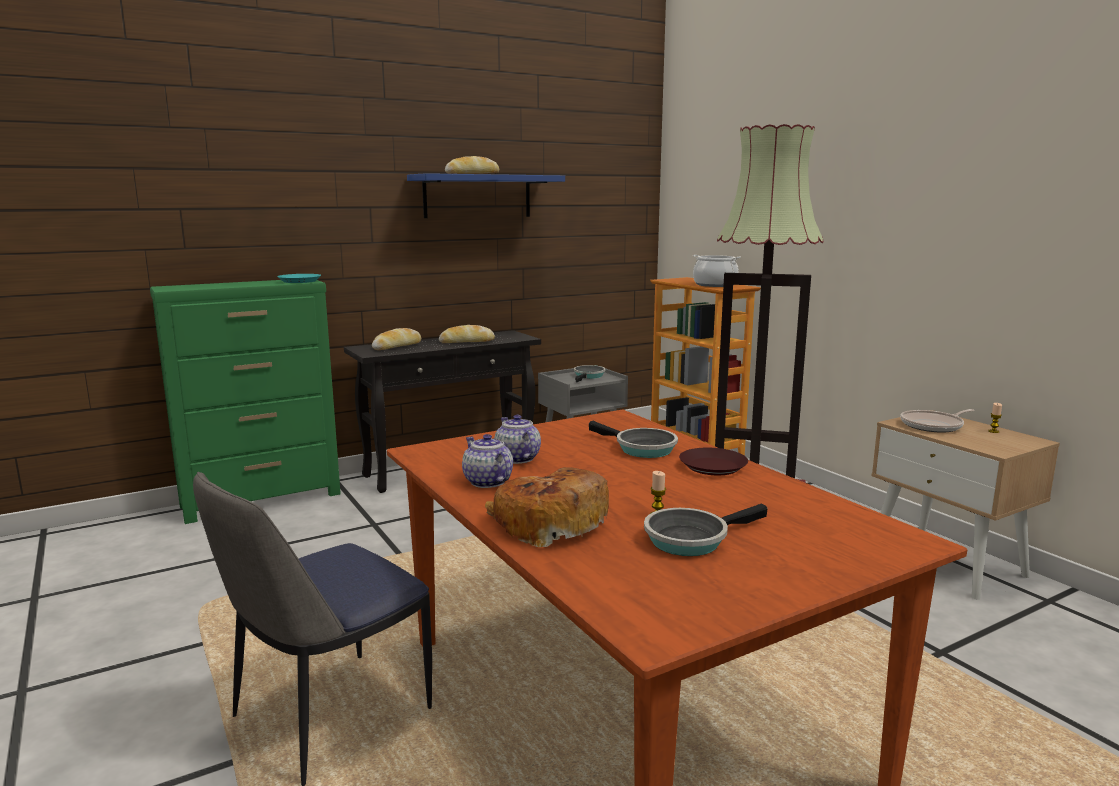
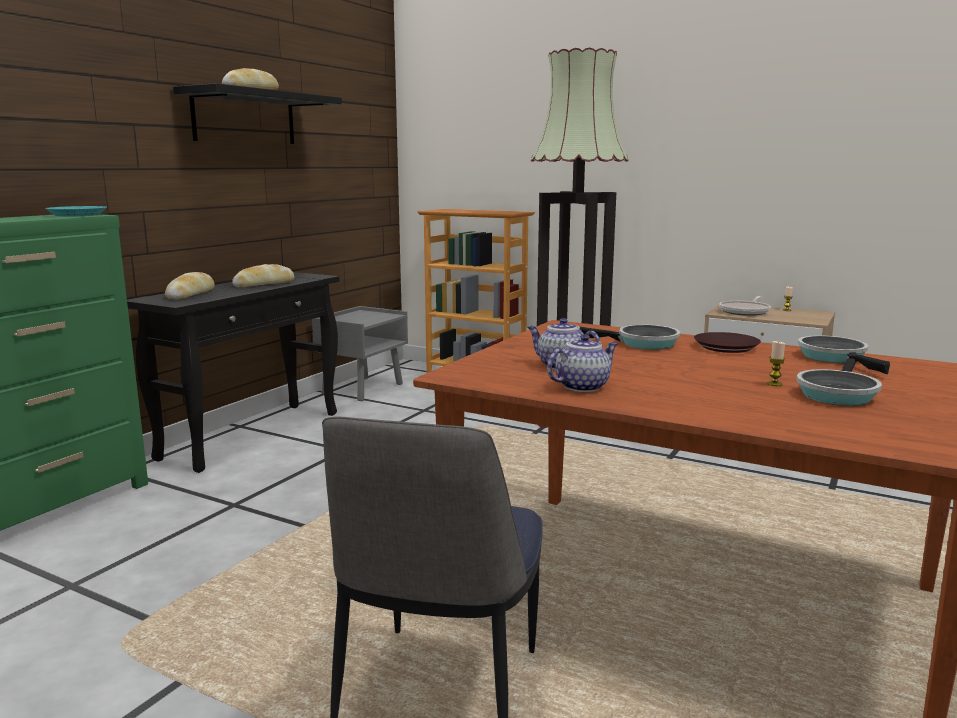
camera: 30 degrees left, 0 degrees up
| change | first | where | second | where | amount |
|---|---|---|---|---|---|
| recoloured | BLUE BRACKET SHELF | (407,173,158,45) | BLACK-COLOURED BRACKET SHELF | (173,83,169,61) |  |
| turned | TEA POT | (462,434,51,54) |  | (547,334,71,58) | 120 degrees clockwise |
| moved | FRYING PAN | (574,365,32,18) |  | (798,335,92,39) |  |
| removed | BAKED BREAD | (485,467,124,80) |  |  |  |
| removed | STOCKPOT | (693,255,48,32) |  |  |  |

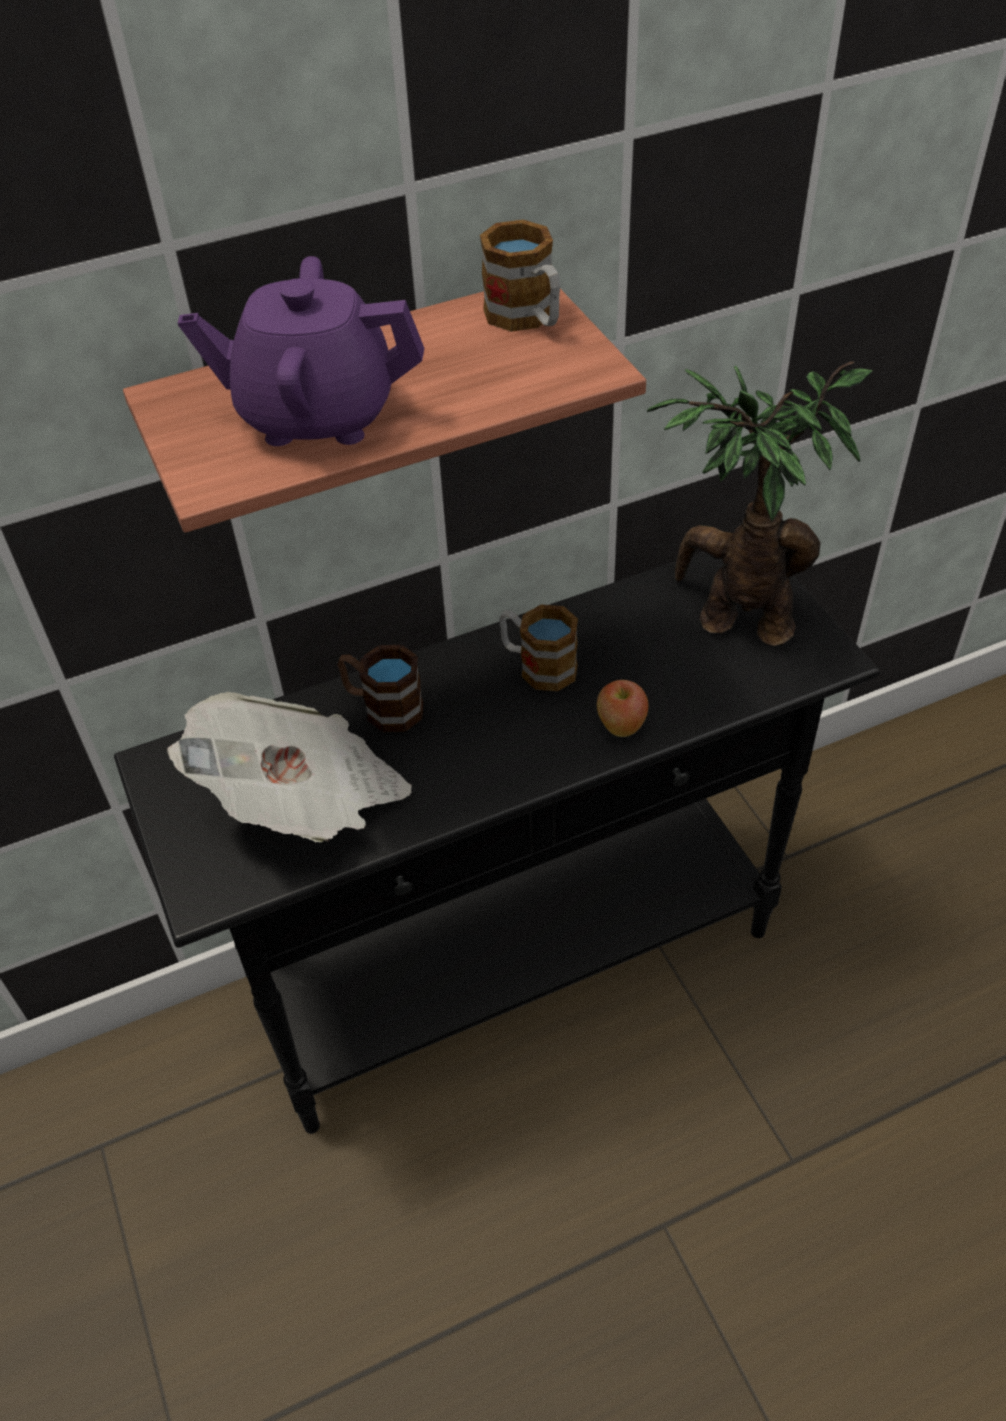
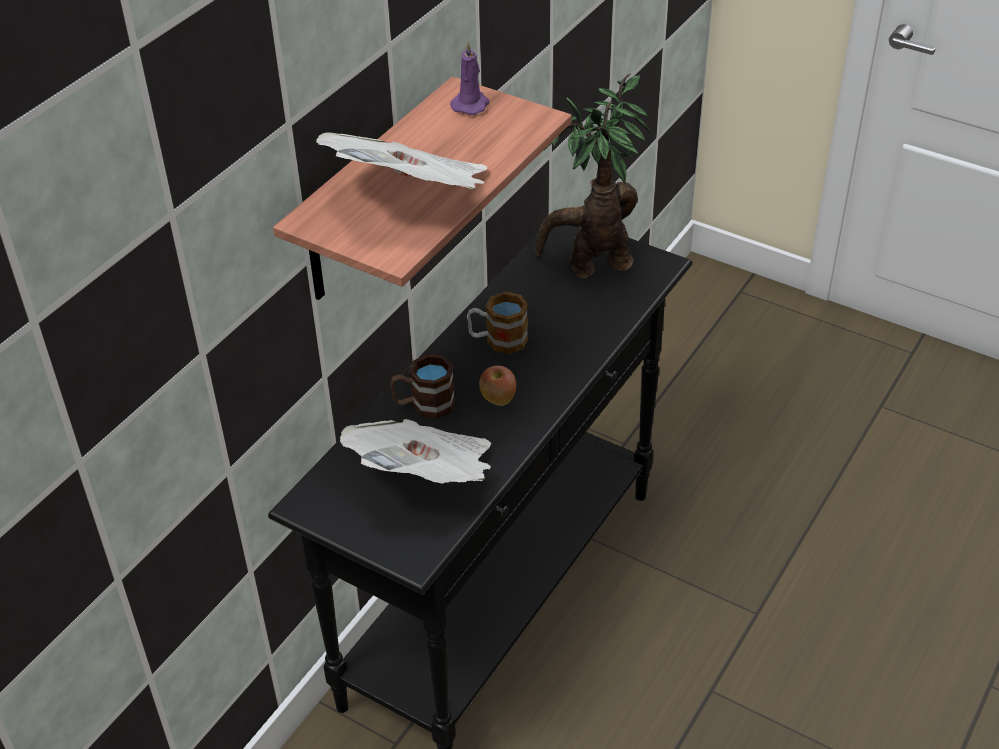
camera: 35 degrees left, 5 degrees down
| change | first | where | second | where | amount |
|---|---|---|---|---|---|
| replaced | PURPLE TEA POT | (178,256,246,190) | DAILY PAPER | (316,132,172,57) |  |
| replaced | TEA MUG | (480,220,80,112) | PURPLE WAX LIGHT | (450,41,40,74) |  |
| moved | APPLE FRUIT | (597,680,52,57) |  | (479,366,37,40) |  |

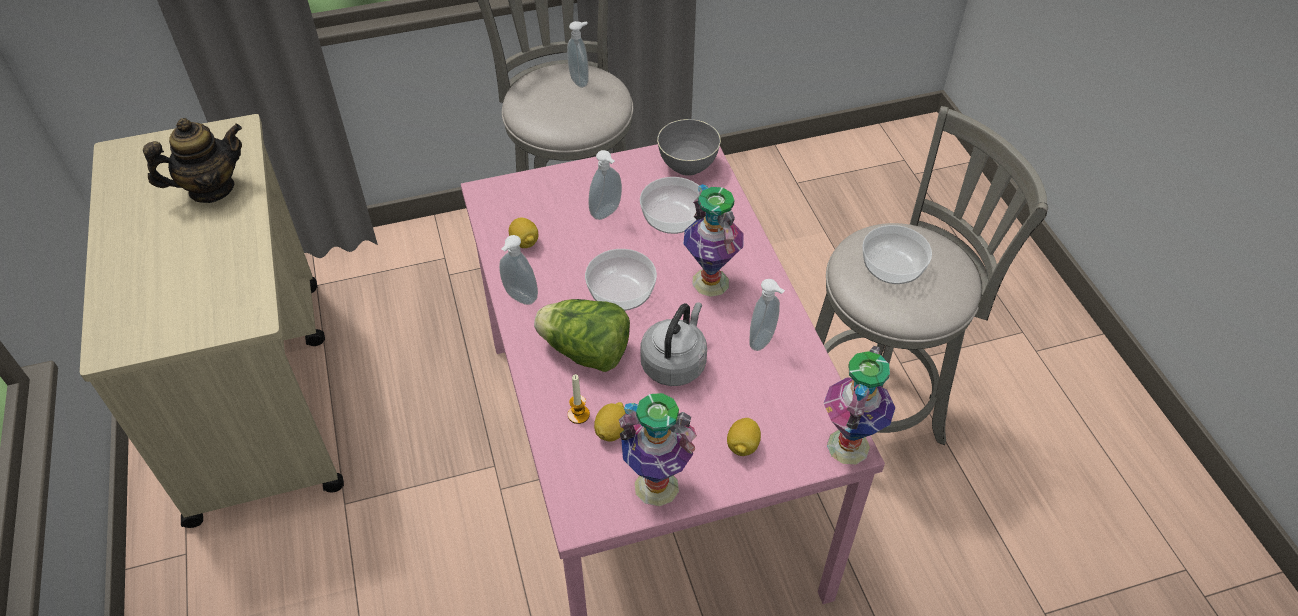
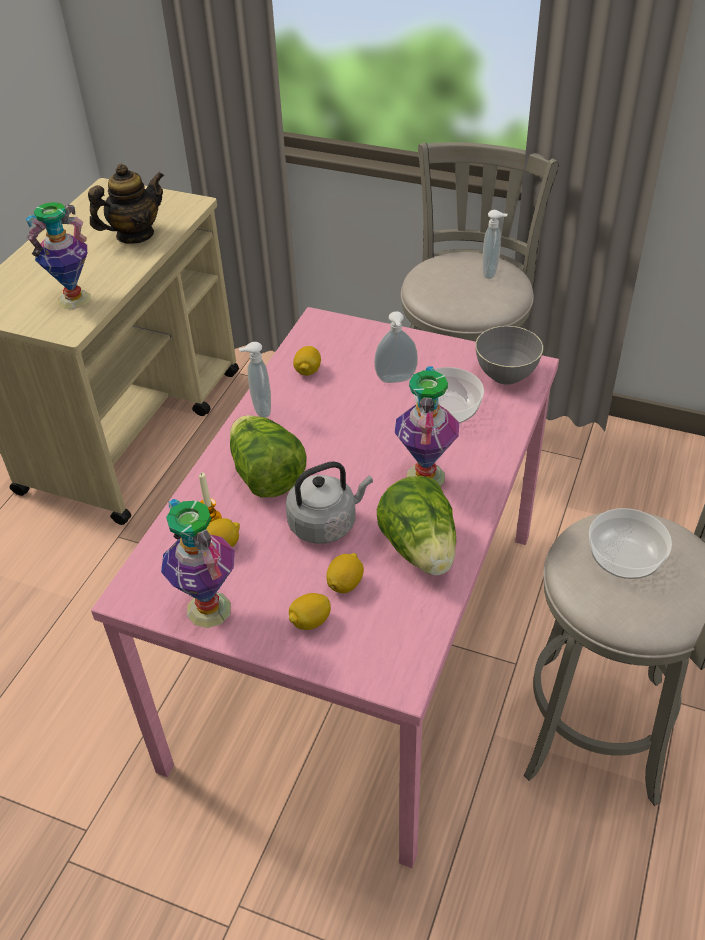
camera: 40 degrees right, 5 degrees down
| change | first | where | second | where | amount |
|---|---|---|---|---|---|
| moved | DECORATIVE VASE | (824,346,71,118) |  | (26,202,65,107) |  |
| turned | TEA POT | (143,118,99,85) |  | (88,164,76,80) | 45 degrees counterclockwise |
| added |  |  | LEMON | (326,553,38,40) |  |
| replaced | SOAP BOTTLE | (749,279,36,72) | HEAD OF LETTUCE | (377,476,79,99) |  |
| removed | BOWL | (585,249,72,62) |  |  |  |

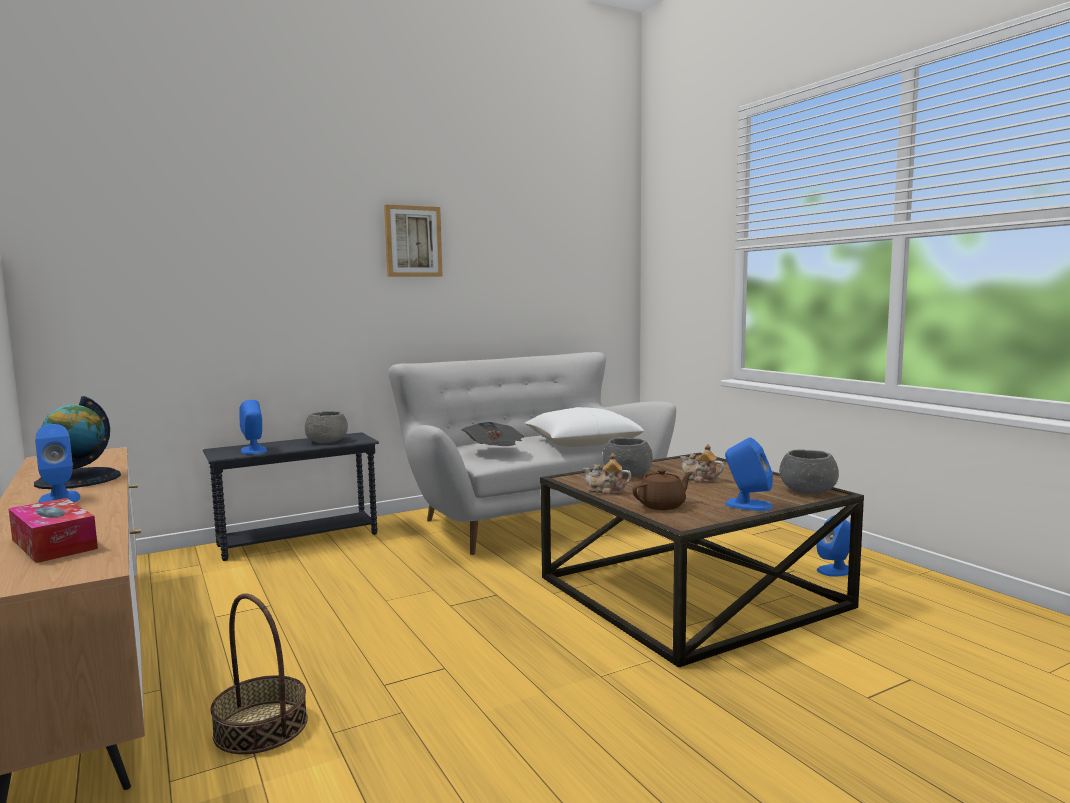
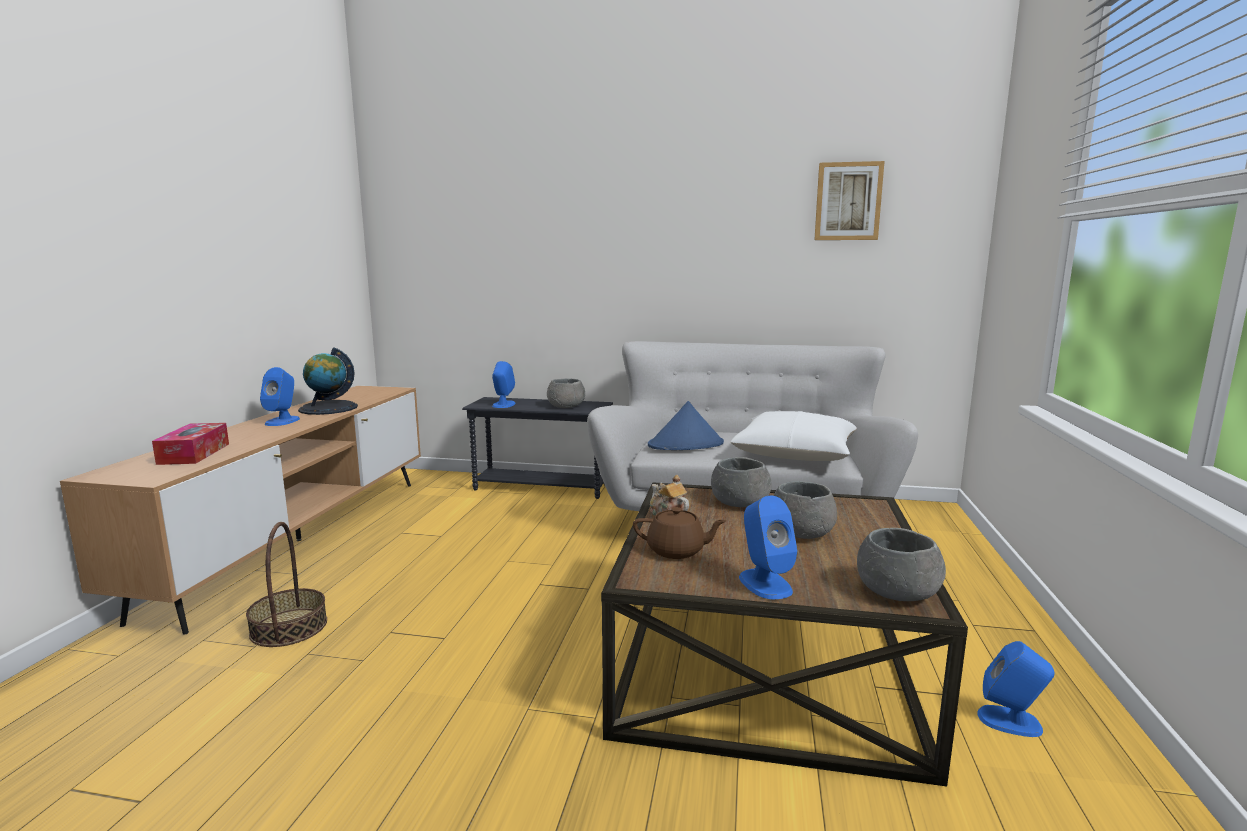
camera: 40 degrees right, 5 degrees up
| change | first | where | second | where | amount |
|---|---|---|---|---|---|
| replaced | DAILY PAPER | (462,422,62,24) | BLUE WEARABLE HAT | (648,401,76,49) |  |
| replaced | TEA POT | (680,444,44,38) | GRAY BOWL | (773,481,64,58) |  |
| moved | WALL ART | (384,205,59,72) |  | (814,161,71,79) |  |

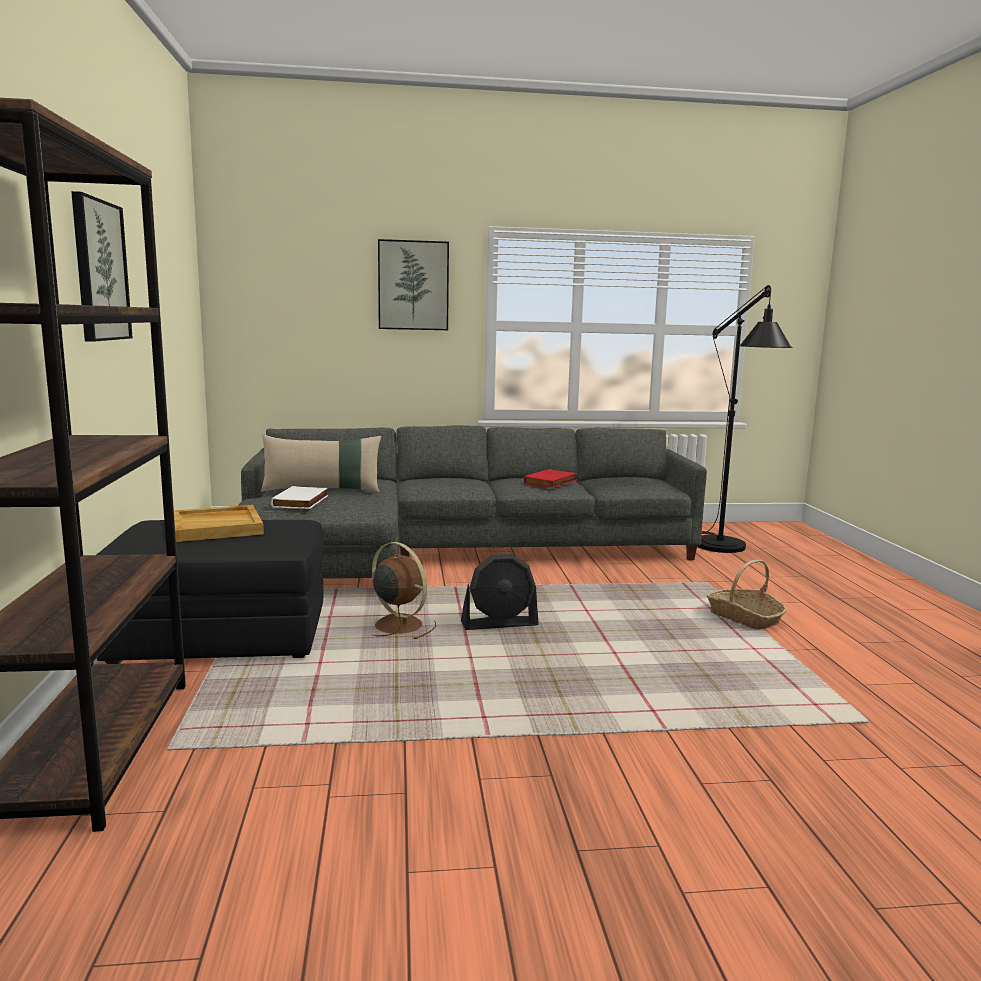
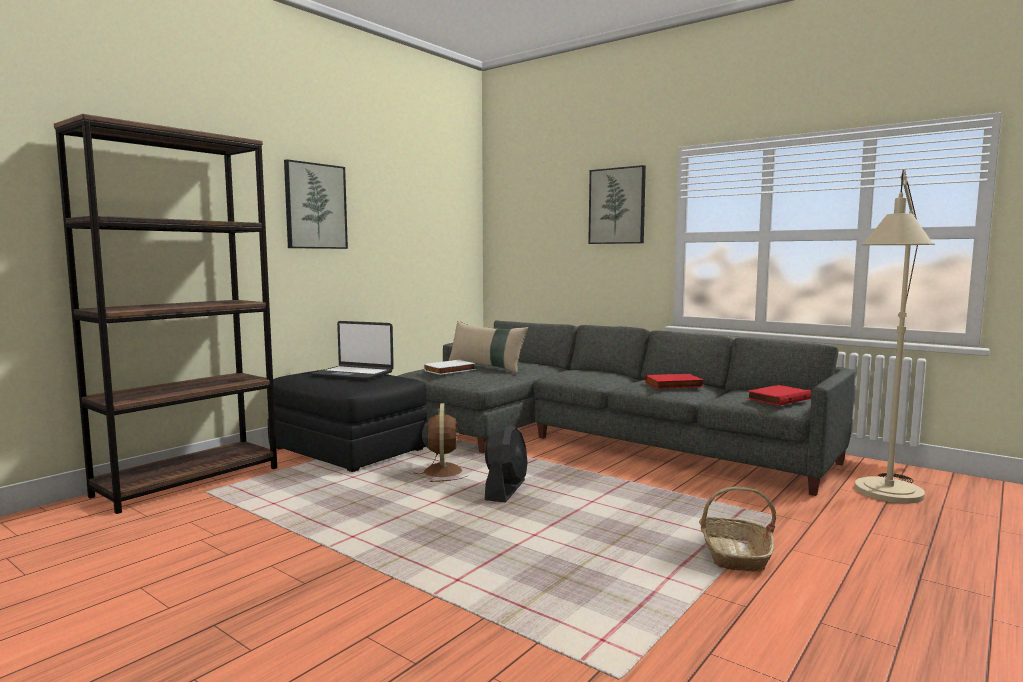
camera: 45 degrees right, 5 degrees down
| change | first | where | second | where | amount |
|---|---|---|---|---|---|
| replaced | BEIGE-COLOURED TRAY | (174,505,90,37) | LAPTOP | (311,321,83,59) |  |
| turned | BLACK-COLOURED COOLING FAN | (461,554,78,76) |  | (485,425,43,78) | 105 degrees counterclockwise |
| added |  |  | RED BOUND BOOK | (747,385,64,21) |  |
| recoloured | BLACK-COLOURED STANDING LAMP | (697,285,95,268) | BEIGE-COLOURED STANDING LAMP | (855,169,80,335) |  |

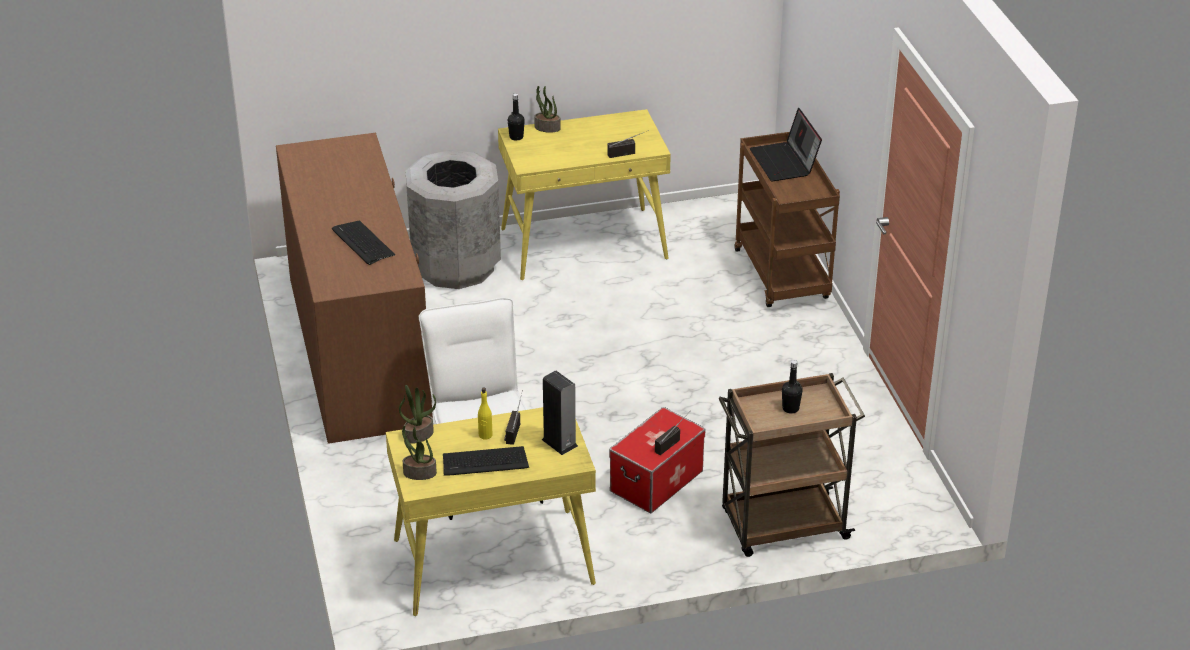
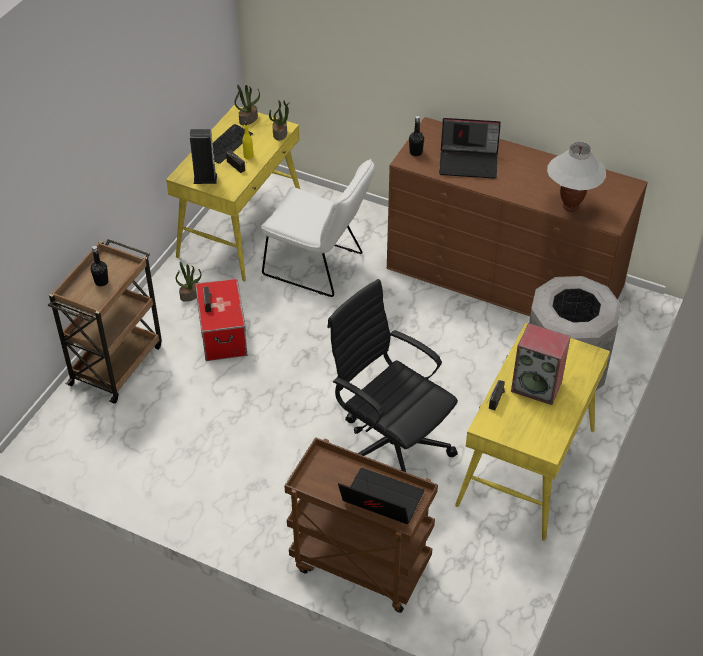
camera: 130 degrees right, 10 degrees up
| change | first | where | second | where | amount |
|---|---|---|---|---|---|
| moved | HOUSEPLANT | (534,86,27,47) |  | (176,262,25,40) |  |
| added |  |  | BLACK-COLOURED DESK CHAIR | (327,279,131,193) |  |
| moved | BLACK-COLOURED BOTTLE | (507,93,18,48) |  | (409,116,15,40) |  |
| replaced | COMPUTER KEYBOARD | (332,220,63,45) | LAPTOP | (439,118,62,61) |  |
| added |  |  | SPEAKER | (511,323,60,82) |  |
| added |  |  | WHITE-COLOURED TABLE LAMP | (547,142,59,70) |  |

